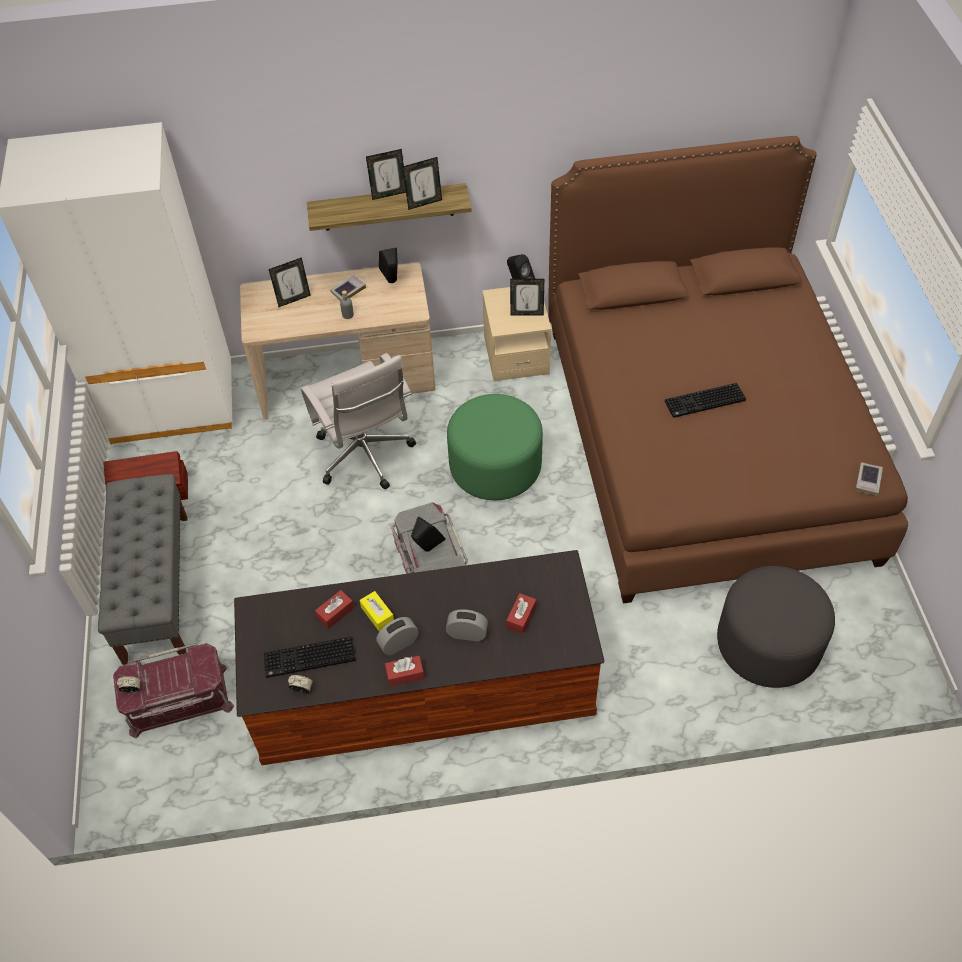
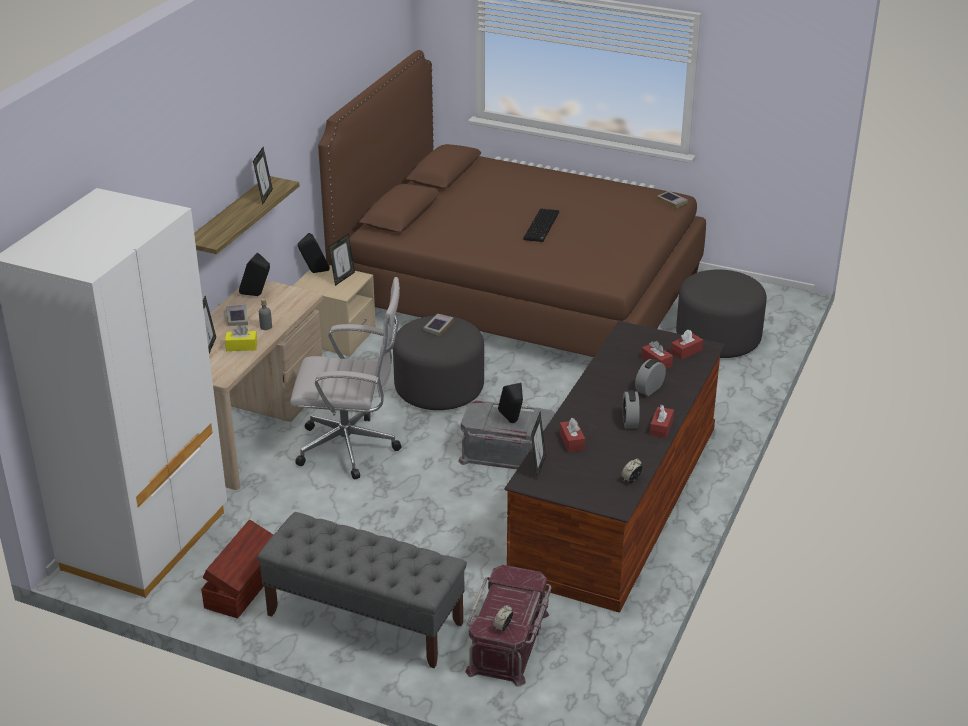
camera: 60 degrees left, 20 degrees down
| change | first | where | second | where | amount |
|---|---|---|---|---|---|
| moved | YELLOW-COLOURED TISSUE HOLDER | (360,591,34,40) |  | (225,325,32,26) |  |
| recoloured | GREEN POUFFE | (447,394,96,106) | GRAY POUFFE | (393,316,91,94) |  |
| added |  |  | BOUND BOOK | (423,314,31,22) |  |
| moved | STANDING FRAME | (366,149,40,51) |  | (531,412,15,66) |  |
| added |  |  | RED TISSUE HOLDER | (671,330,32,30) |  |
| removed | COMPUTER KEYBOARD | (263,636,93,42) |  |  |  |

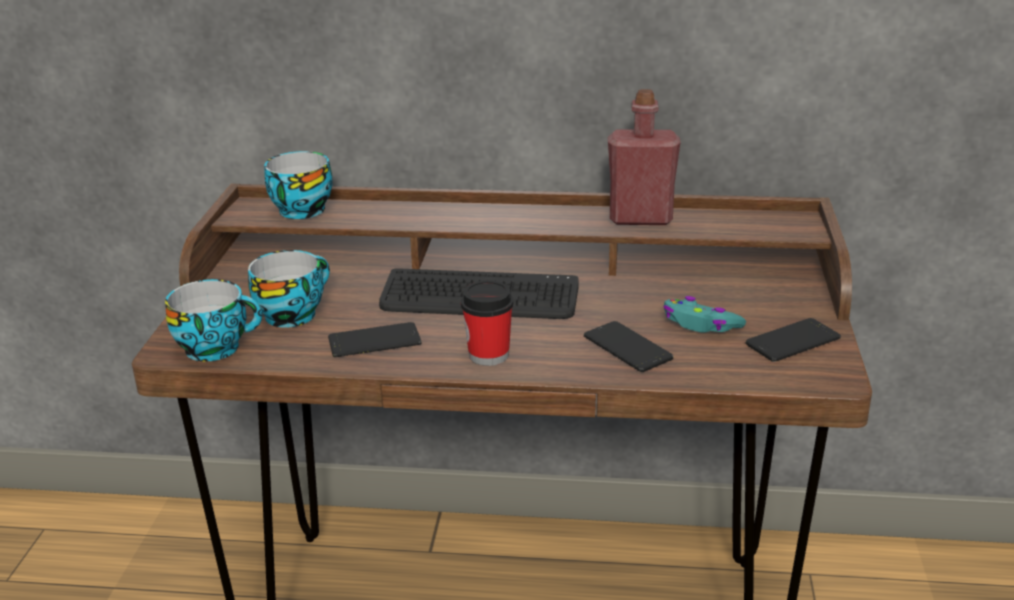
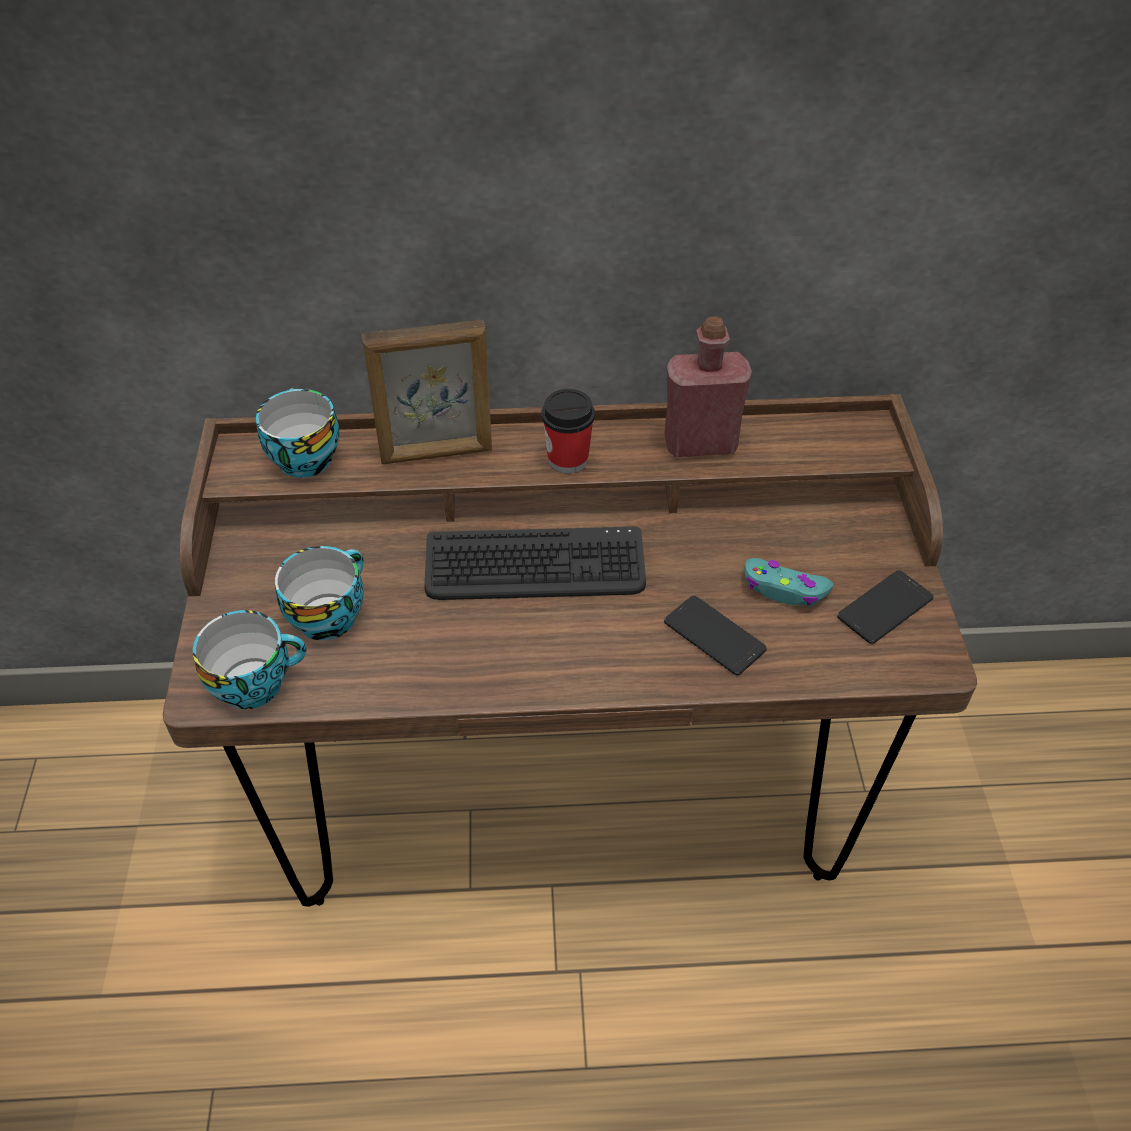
camera: 10 degrees left, 20 degrees up
| change | first | where | second | where | amount |
|---|---|---|---|---|---|
| added |  |  | STANDING FRAME | (362,320,130,144) |  |
| moved | DRINKING CUP | (461,280,53,86) |  | (542,389,53,85) |  |
| removed | PHONE | (328,322,94,35) |  |  |  |

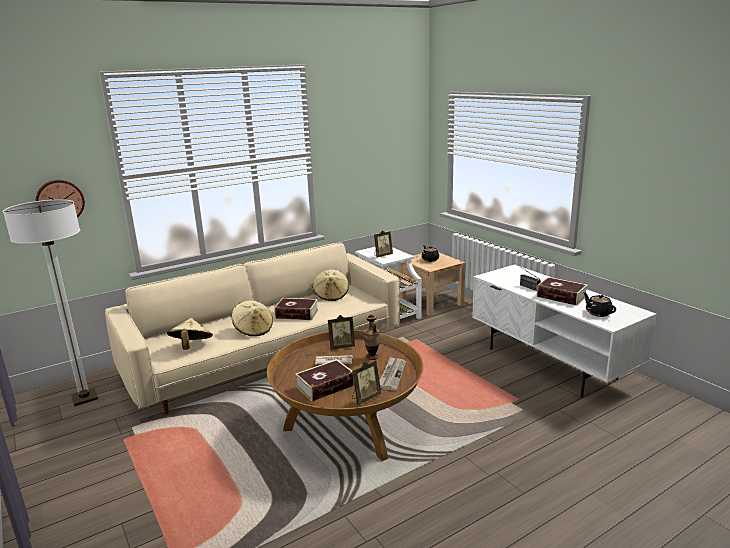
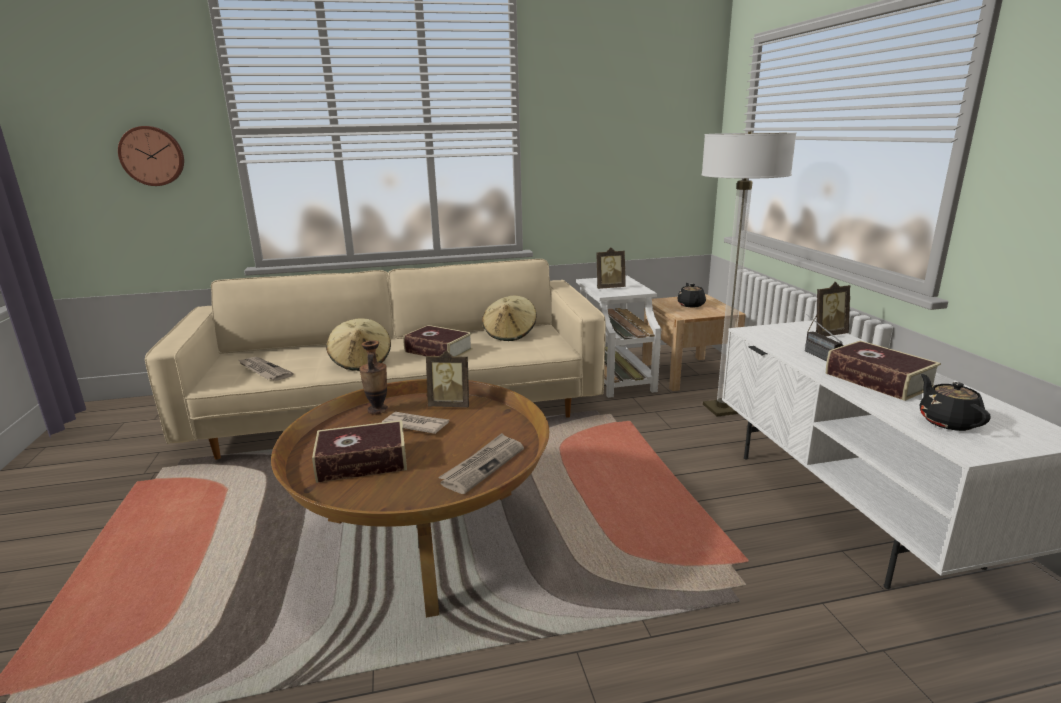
camera: 20 degrees right, 0 degrees up
| change | first | where | second | where | amount |
|---|---|---|---|---|---|
| replaced | BEIGE-COLOURED WEARABLE HAT | (167,318,46,32) | DAILY PAPER | (237,357,57,24) |  |
| moved | DECORATIVE VASE | (363,315,17,45) |  | (359,340,29,74) |  |
| moved | STANDING LAMP | (3,199,95,207) |  | (701,131,95,285) |  |
| moved | STANDING FRAME | (352,360,29,45) |  | (807,282,44,55) |  |

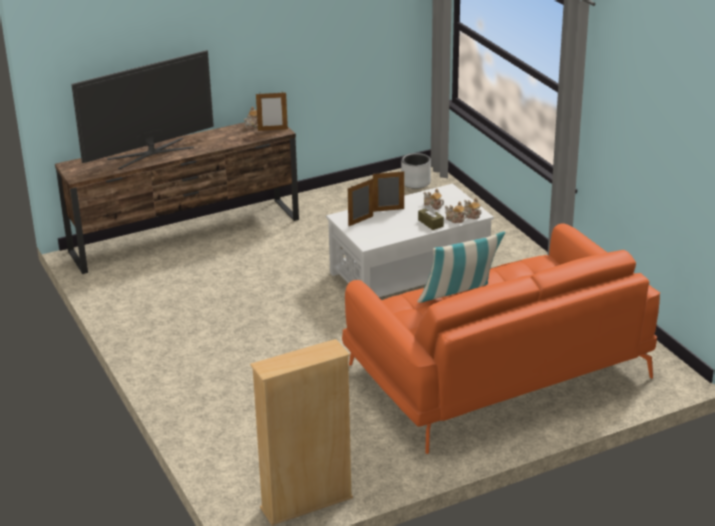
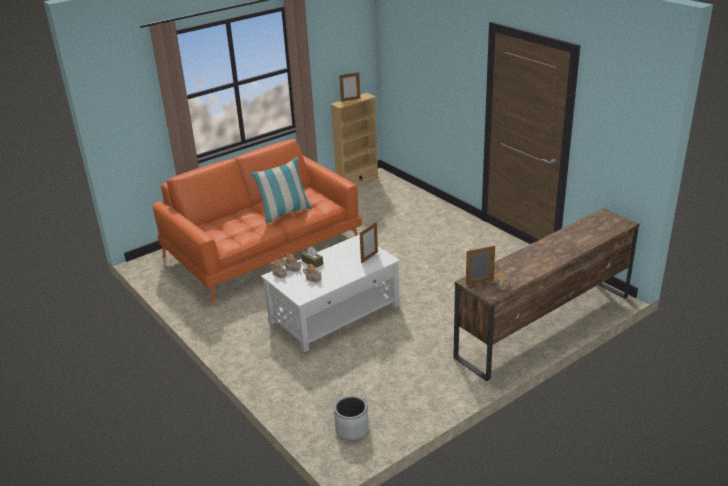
camera: 170 degrees right, 0 degrees up
| change | first | where | second | where | amount |
|---|---|---|---|---|---|
| moved | STANDING FRAME | (373,171,31,41) |  | (339,72,21,30) |  |
| removed | TV | (71,50,143,119) |  |  |  |

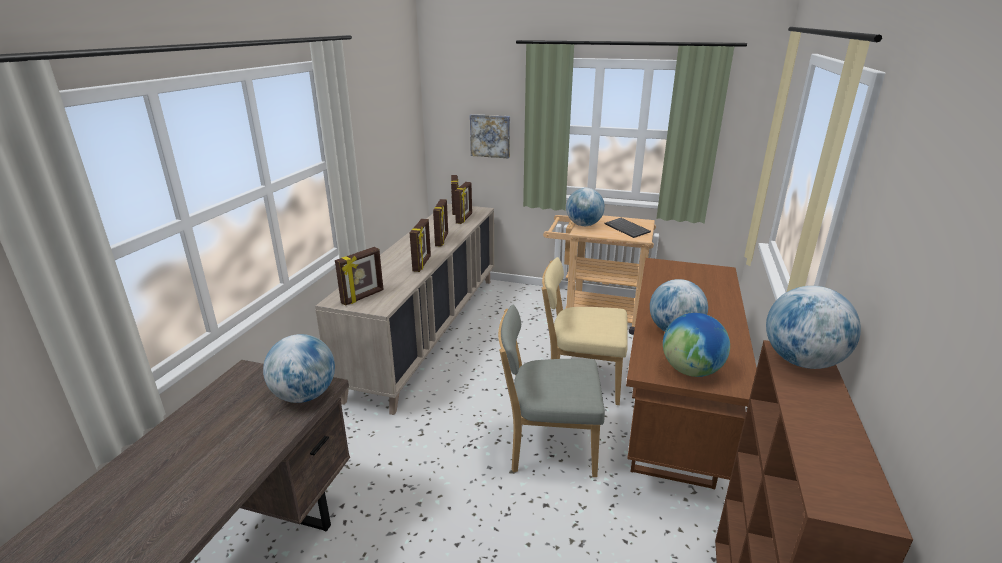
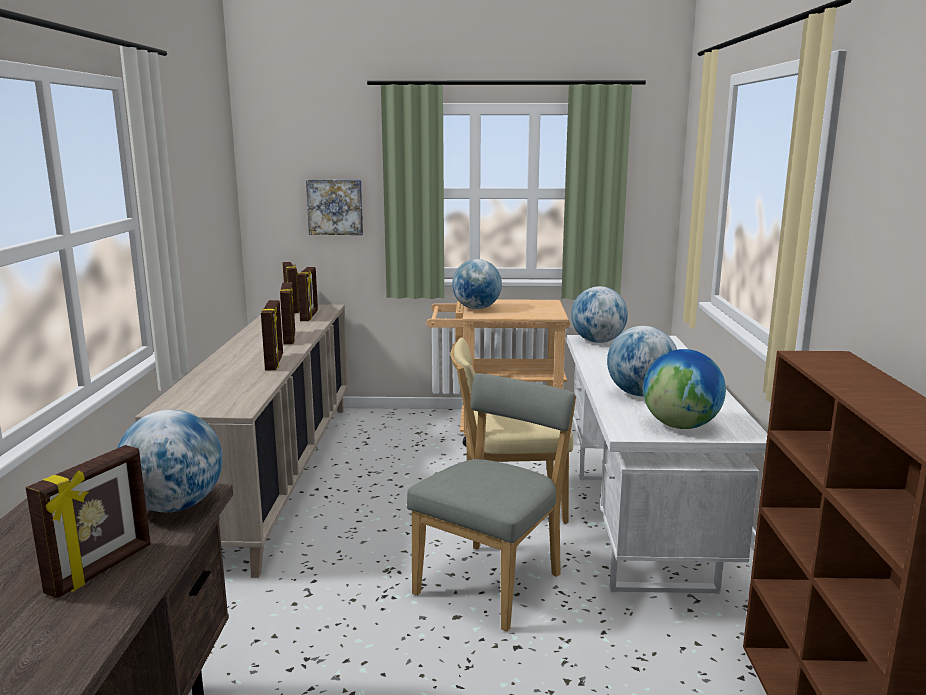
camera: 15 degrees left, 10 degrees down
| change | first | where | second | where | amount |
|---|---|---|---|---|---|
| moved | STANDING FRAME | (335,247,49,59) |  | (26,445,125,153) |  |
| turned | GRAY CHAIR | (498,305,107,172) |  | (407,373,169,259) | 135 degrees clockwise |
| recoloured | BROWN DESK UNIT | (626,258,131,231) | WHITE-COLOURED DESK UNIT | (567,335,200,259) |  |
| moved | DESK GLOBE | (766,286,95,83) |  | (571,286,57,57) |  |
| removed | COMPUTER KEYBOARD | (605,218,46,20) |  |  |  |

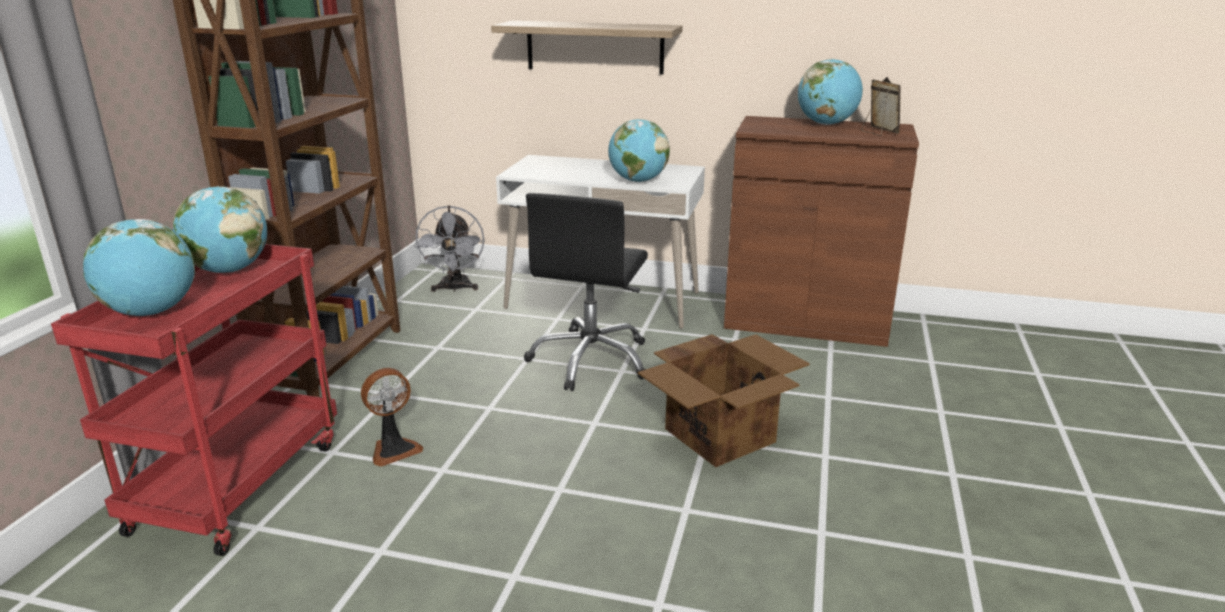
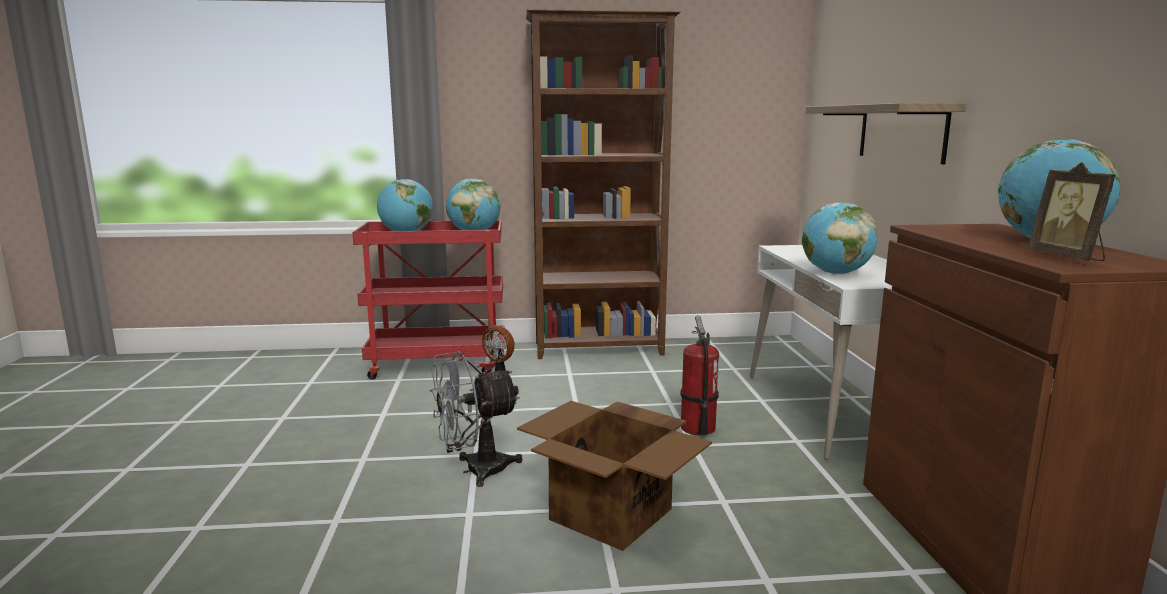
camera: 70 degrees right, 10 degrees down
| change | first | where | second | where | amount |
|---|---|---|---|---|---|
| moved | GRAY COOLING FAN | (415,205,70,87) |  | (430,351,92,136) |  |
| replaced | BLACK-COLOURED DESK CHAIR | (524,193,124,198) | FIRE EXTINGUISHER | (680,316,39,119) |  |
| turned | STANDING FRAME | (861,77,40,59) |  | (1028,162,87,99) | 120 degrees clockwise |

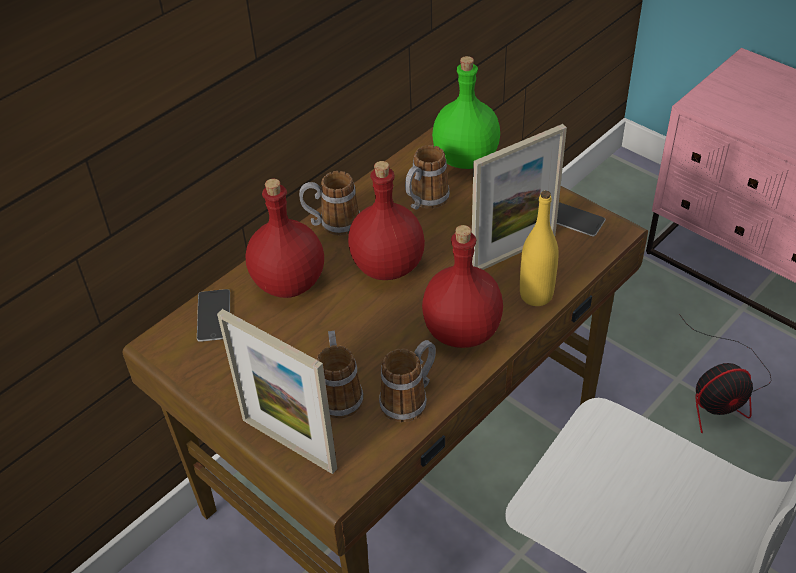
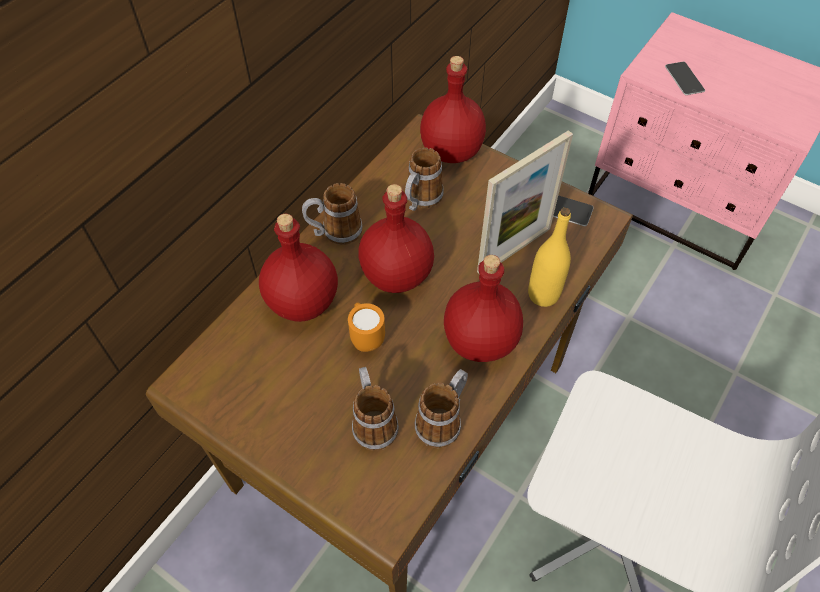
camera: 10 degrees left, 10 degrees up
| change | first | where | second | where | amount |
|---|---|---|---|---|---|
| added |  |  | ORANGE-COLOURED TEA MUG | (348,302,37,50) |  |
| recoloured | GREEN BOTTLE | (432,56,68,113) | RED BOTTLE | (420,56,66,107) |  |
| moved | PHONE | (197,289,33,53) |  | (665,61,40,34) |  |
| removed | STANDING FRAME | (217,309,120,165) |  |  |  |
| removed | COOLING FAN | (680,315,92,118) |  |  |  |

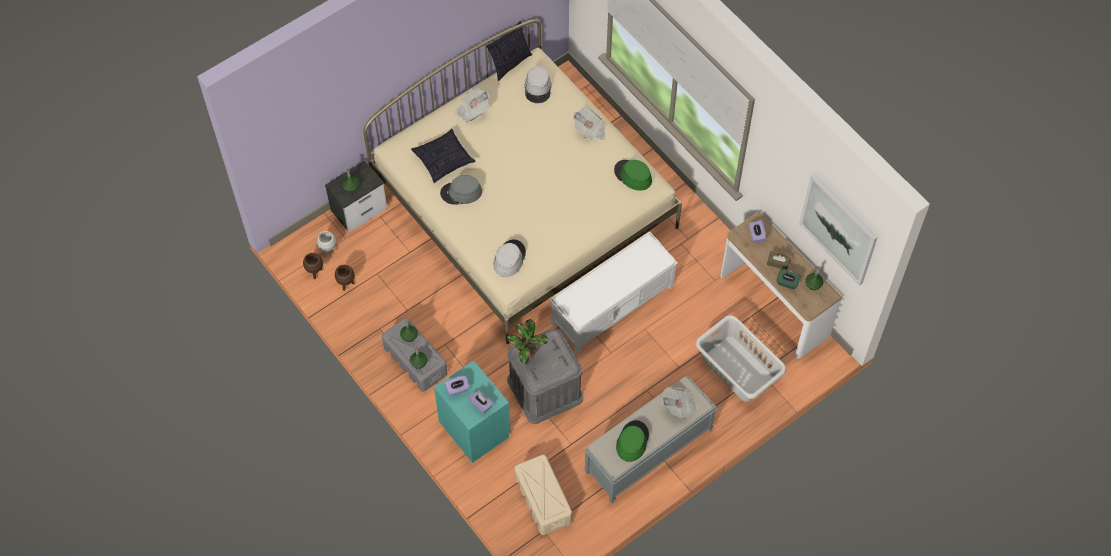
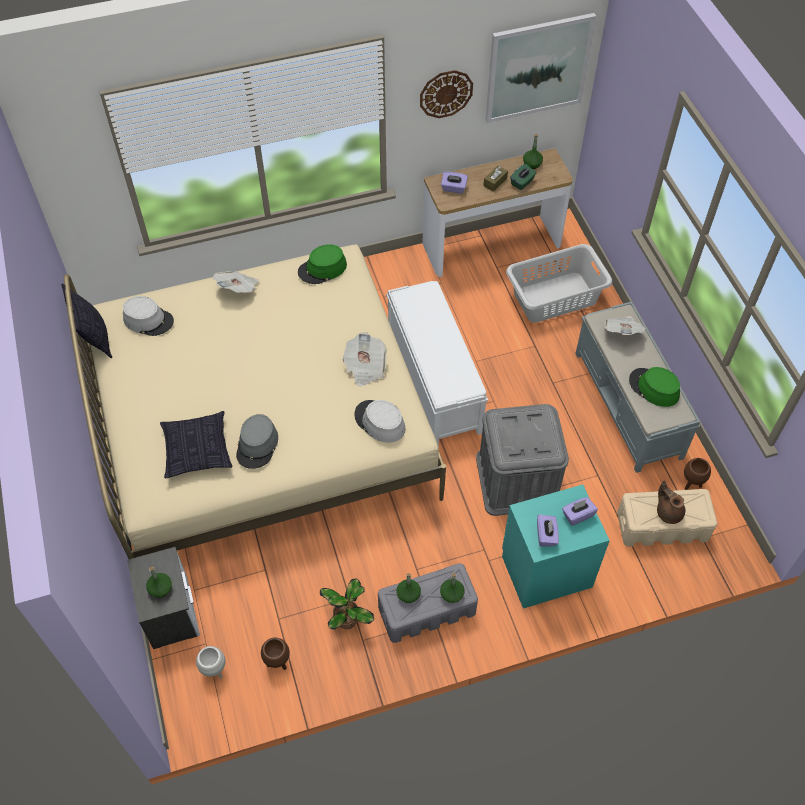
camera: 70 degrees left, 5 degrees down
| change | first | where | second | where | amount |
|---|---|---|---|---|---|
| moved | HOUSEPLANT | (507,319,42,44) |  | (320,579,54,51) |  |
| moved | DAILY PAPER | (455,88,35,35) |  | (343,332,44,55) |  |
| added |  |  | CLOCK ON THE WALL | (420,70,53,48) |  |
| added |  |  | BROWN TEA POT | (657,481,28,43) |  |
| moved | BROWN PLANTER | (303,253,20,26) |  | (684,458,27,32) |  |

